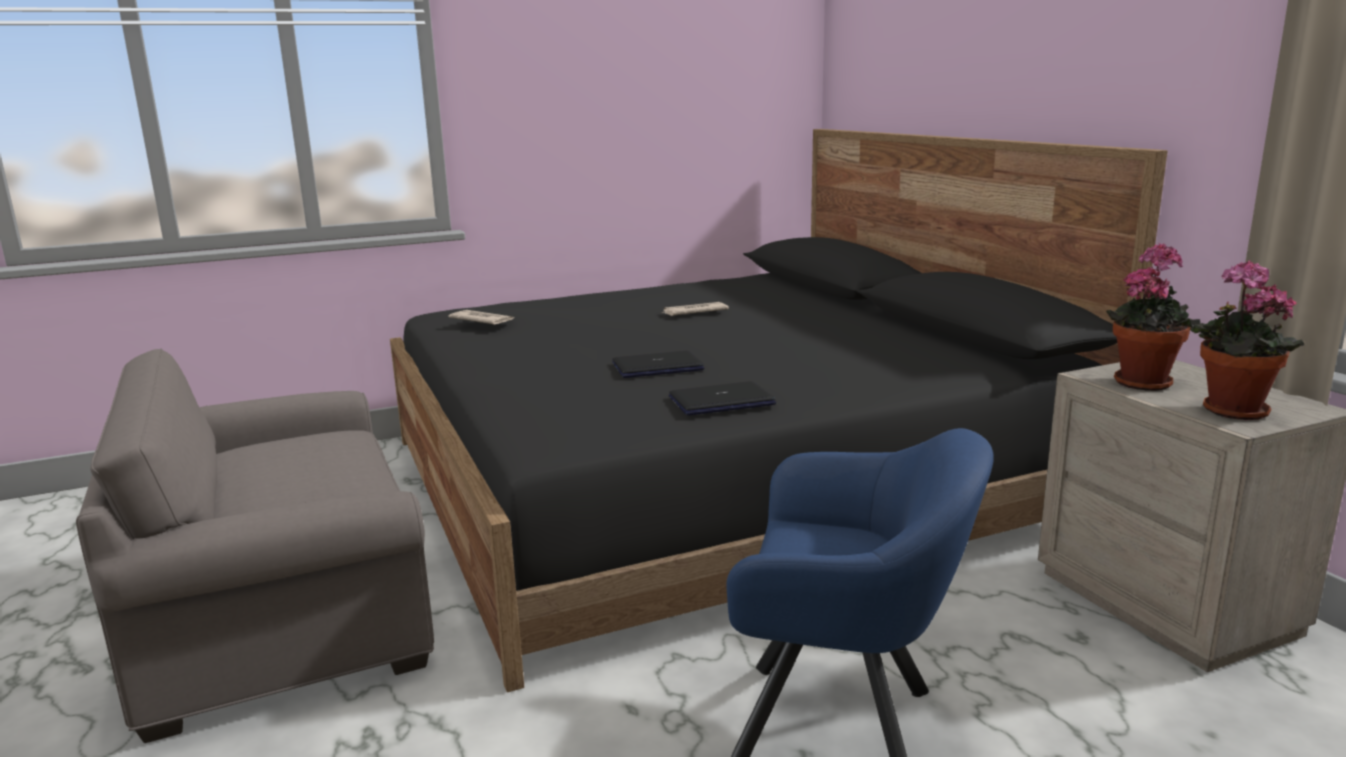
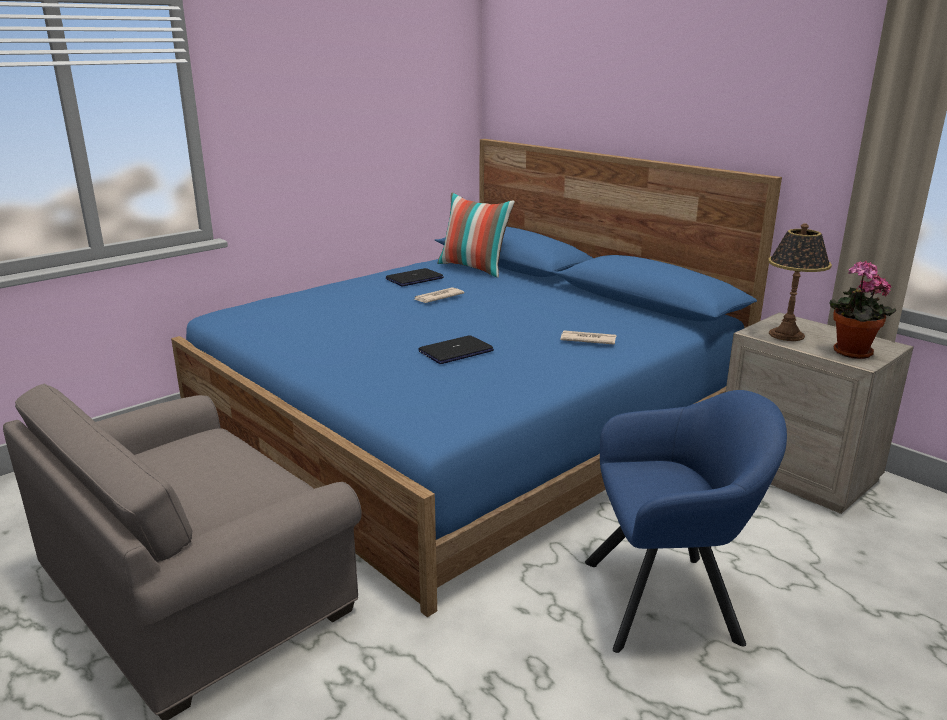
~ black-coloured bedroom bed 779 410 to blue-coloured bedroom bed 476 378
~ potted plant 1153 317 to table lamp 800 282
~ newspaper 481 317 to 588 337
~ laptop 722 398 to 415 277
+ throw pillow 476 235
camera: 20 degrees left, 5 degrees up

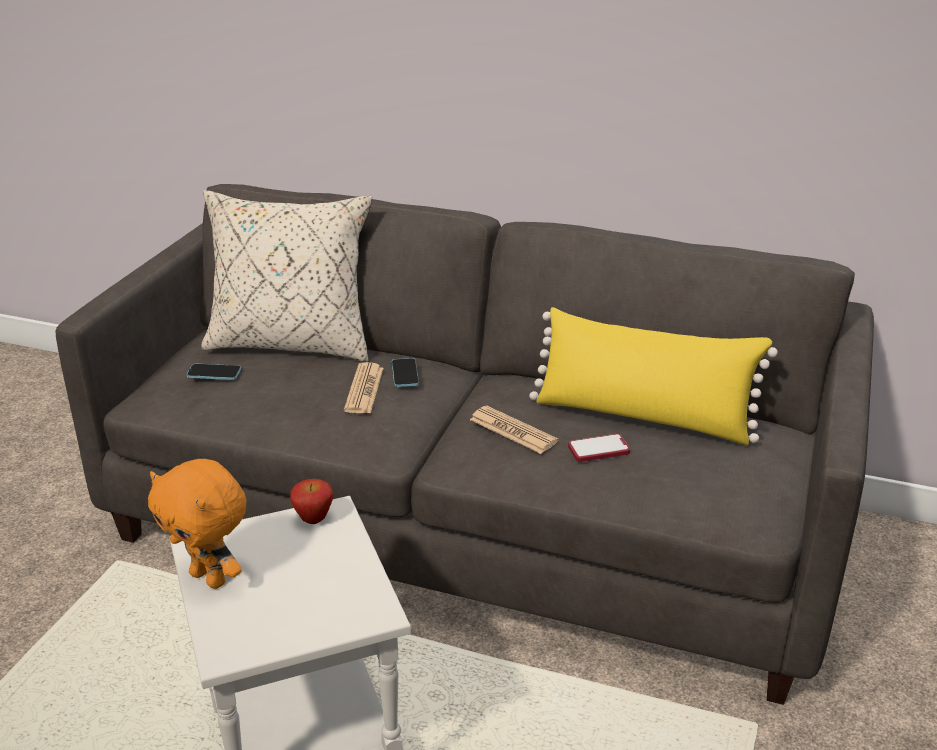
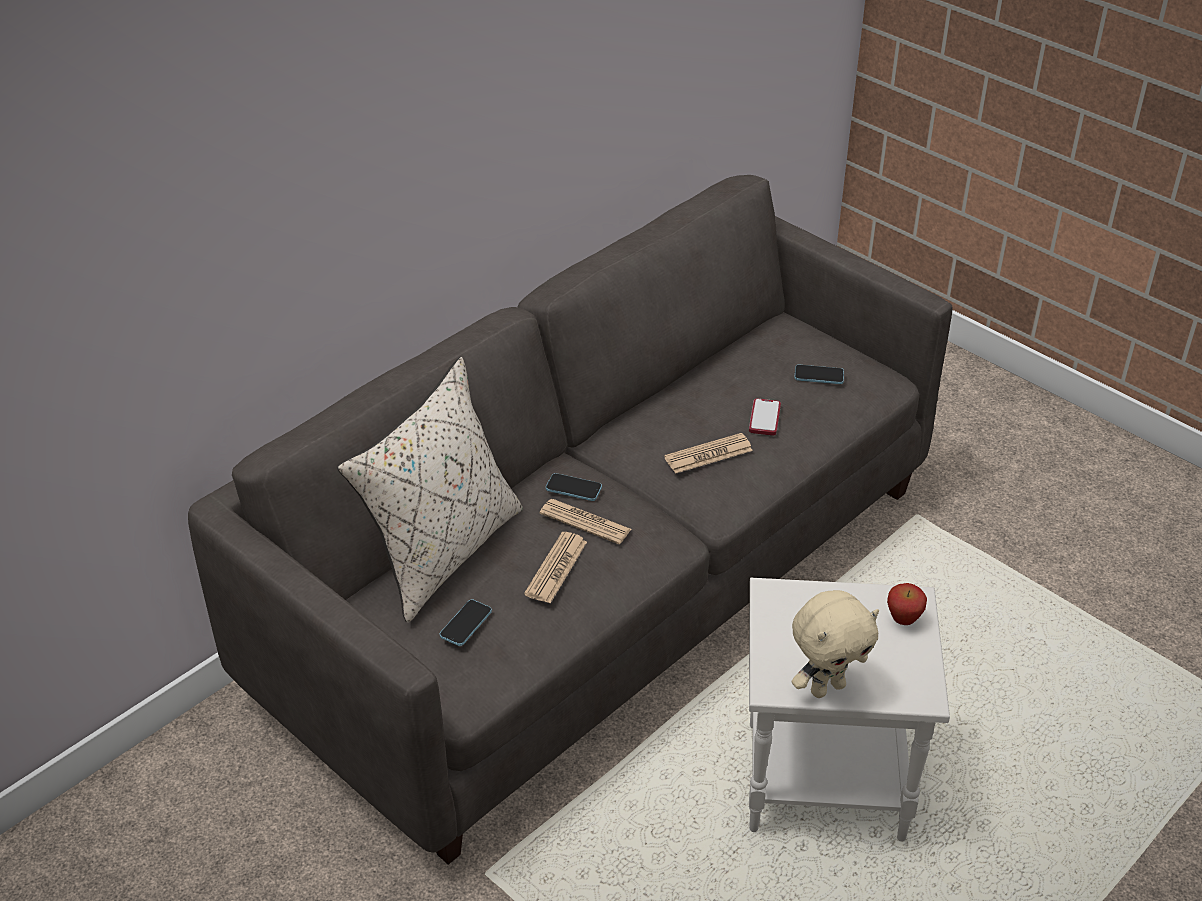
- yellowish throw pillow 653 376
~ orange-coloured cuddly toy 197 524 to sand-coloured cuddly toy 835 644
~ apple 311 501 to 907 604
+ telephone 819 374
+ newspaper 555 568
camera: 65 degrees left, 10 degrees up

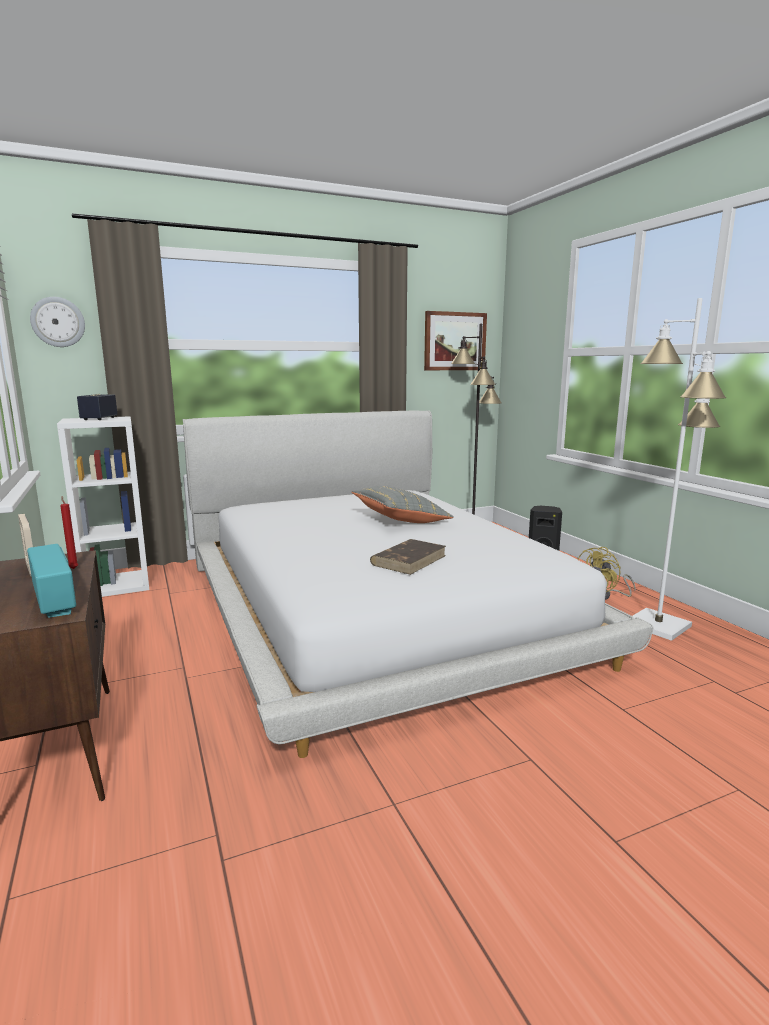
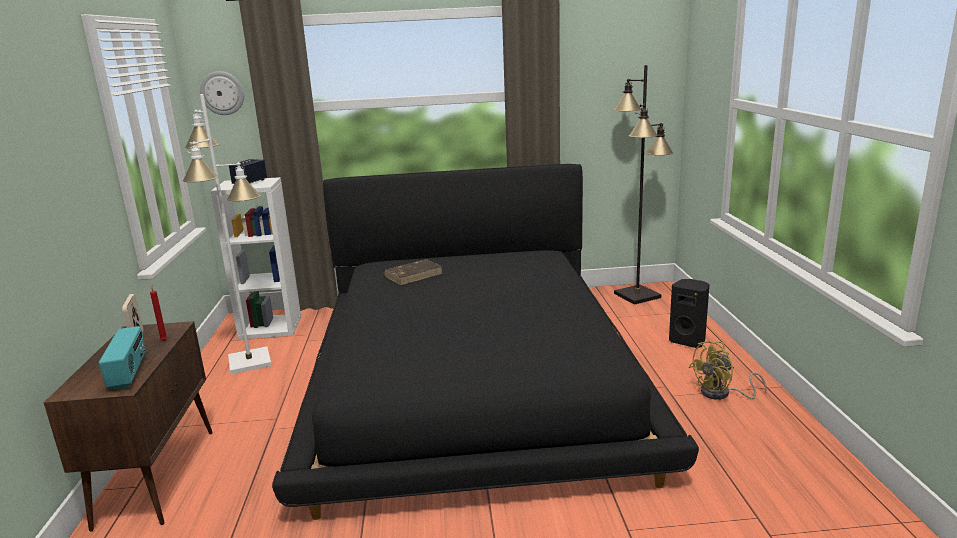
~ white standing lamp 679 469 to 227 234
- wall art 455 340
~ white bedroom bed 418 584 to black-coloured bedroom bed 485 342
- gray throw pillow 403 504
~ brown book 408 557 to 413 272
camera: 20 degrees right, 5 degrees up

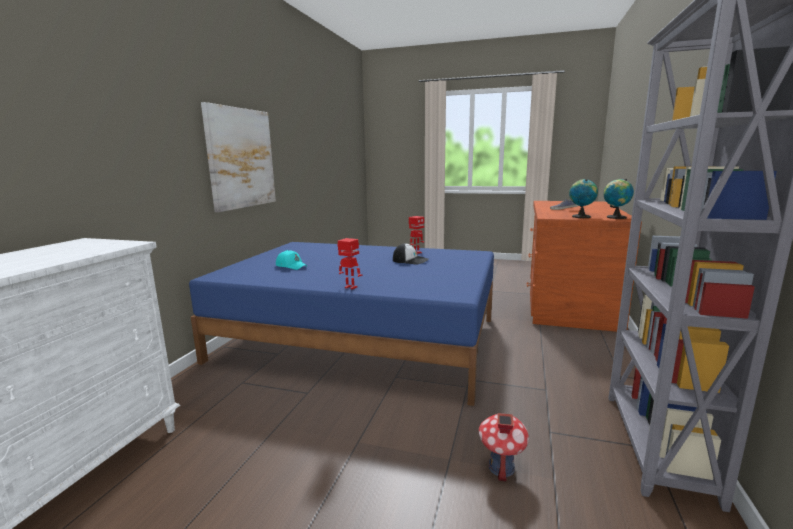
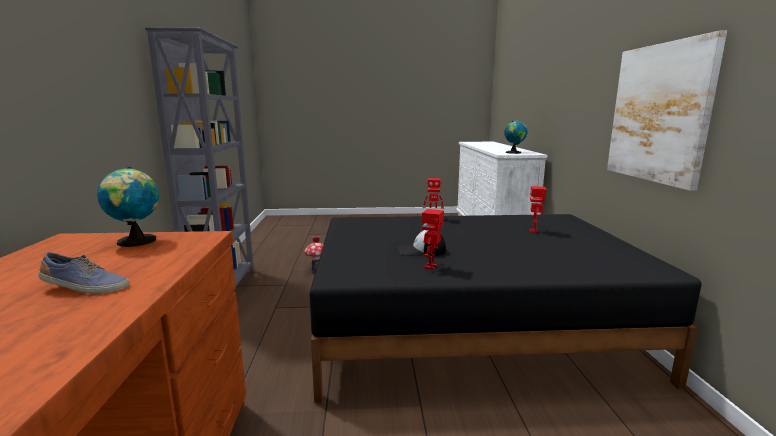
~ world globe 618 199 to 516 137
~ blue-coloured bedroom bed 341 324 to black-coloured bedroom bed 505 309
~ turquoise-coloured peaked cap 291 260 to toy robot 537 209
camera: 160 degrees right, 0 degrees up

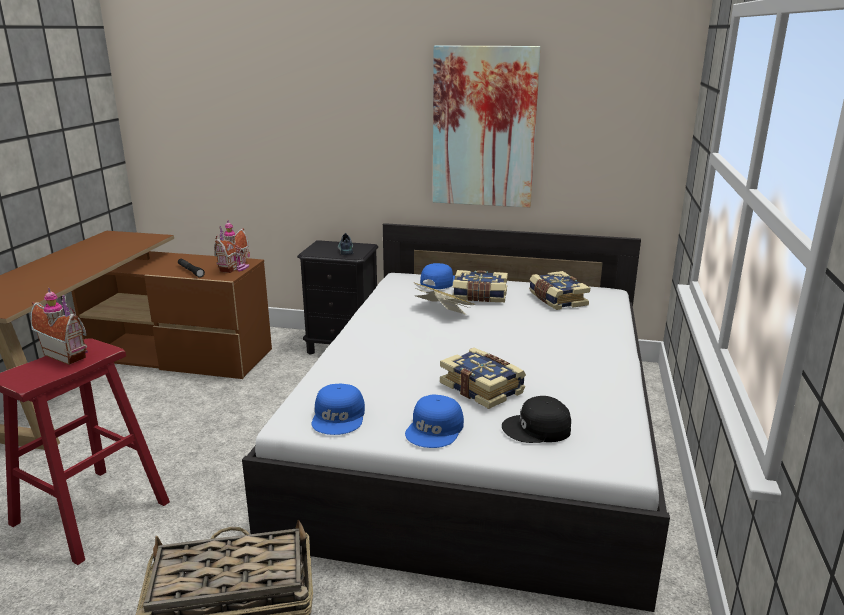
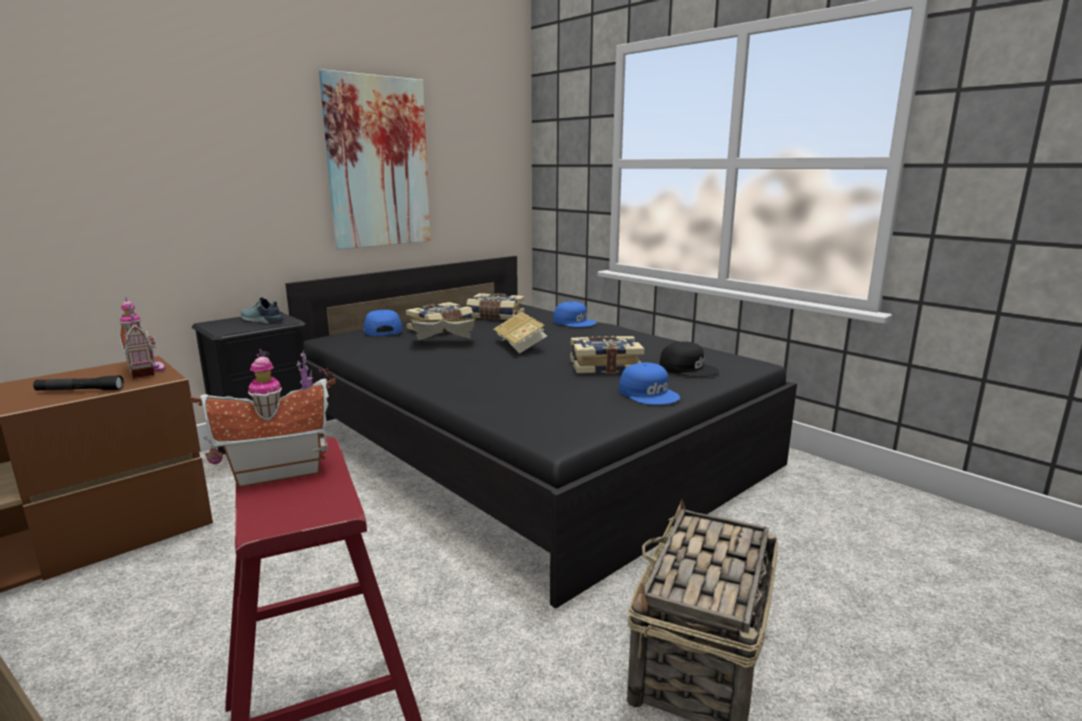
~ white bedroom bed 456 417 to black-coloured bedroom bed 541 432
~ blue-coloured peaked cap 338 409 to 575 314
~ black-coloured peaked cap 536 419 = 689 359 90 degrees counterclockwise
+ book 520 333
camera: 55 degrees left, 5 degrees down

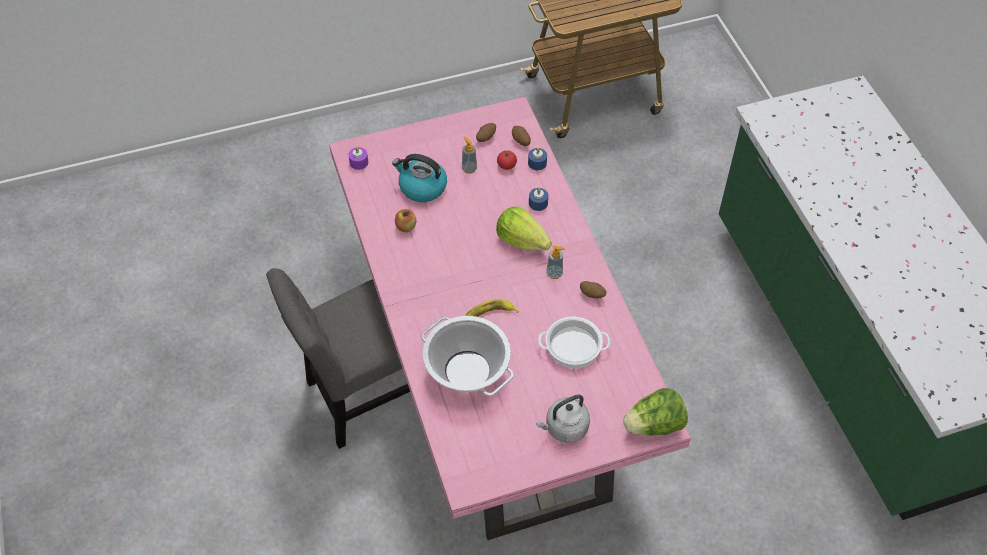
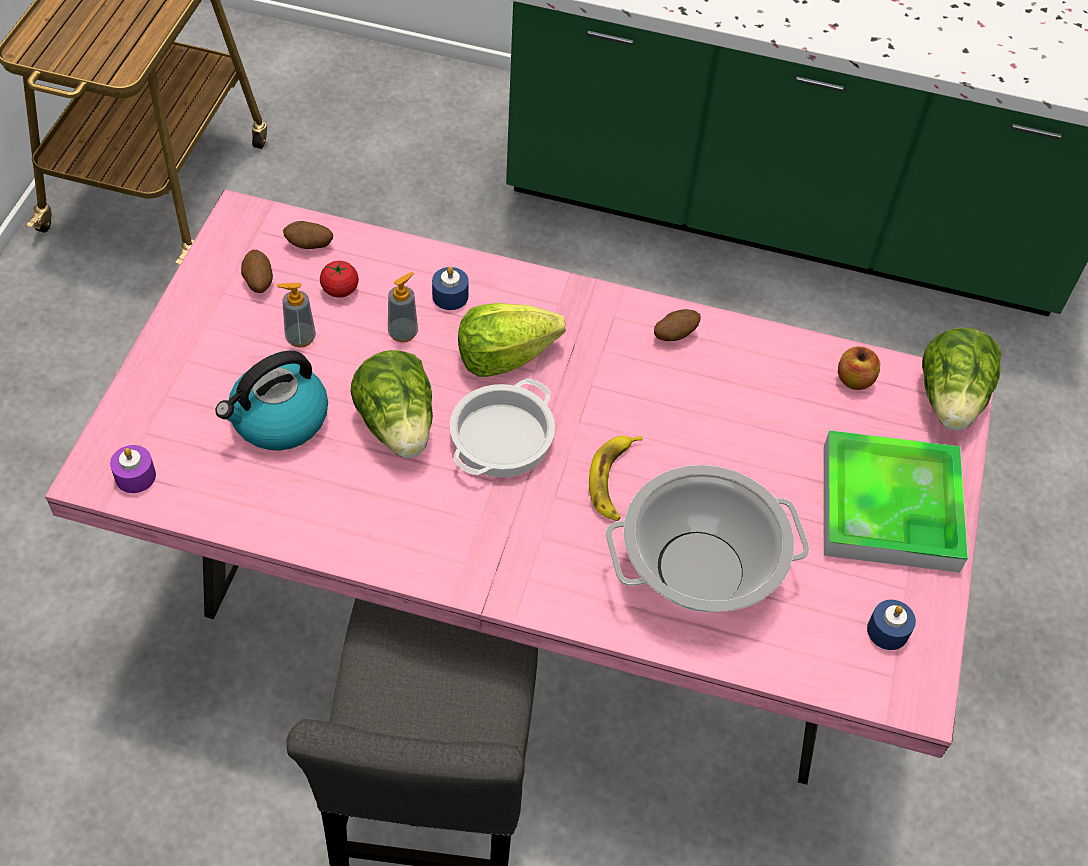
~ blue-coloured candle 537 159 to 891 625
~ apple 405 220 to 859 368
~ soap bottle 555 262 to 403 307
~ stockpot 574 342 to 502 428
~ gray kettle 563 418 to serving tray 896 501
+ head of lettuce 392 404
camera: 60 degrees left, 0 degrees up

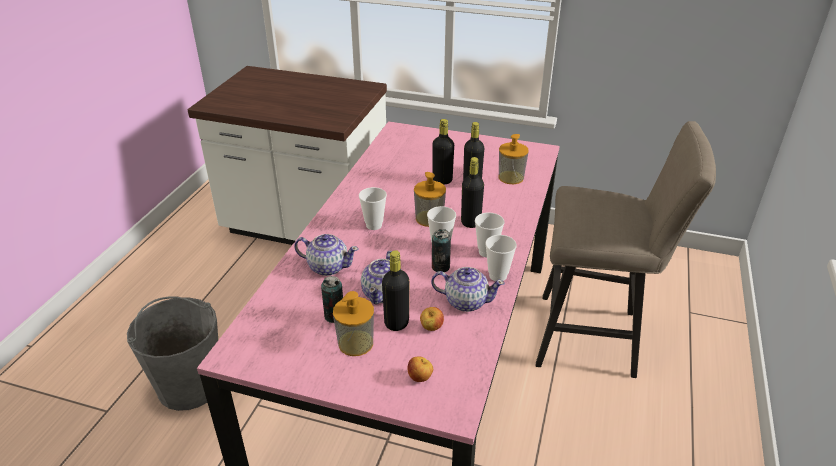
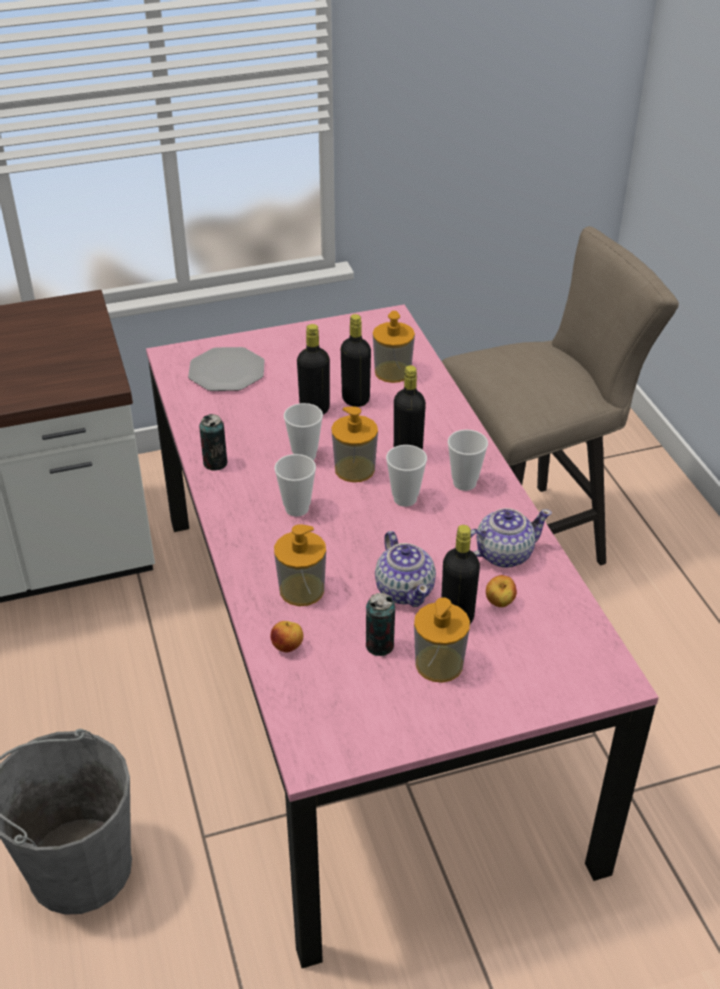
~ can 441 250 to 213 442
~ tea pot 326 255 to soap bottle 300 565
~ drinking cup 501 258 to 303 431
~ apple 420 369 to 286 637
+ dinner plate 226 369
camera: 35 degrees left, 5 degrees up

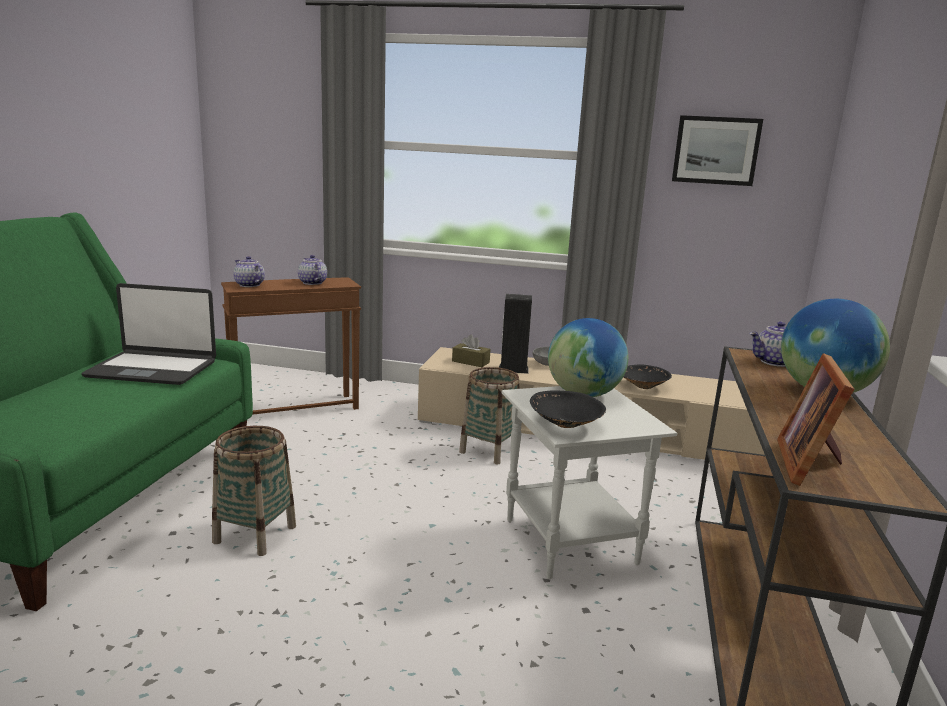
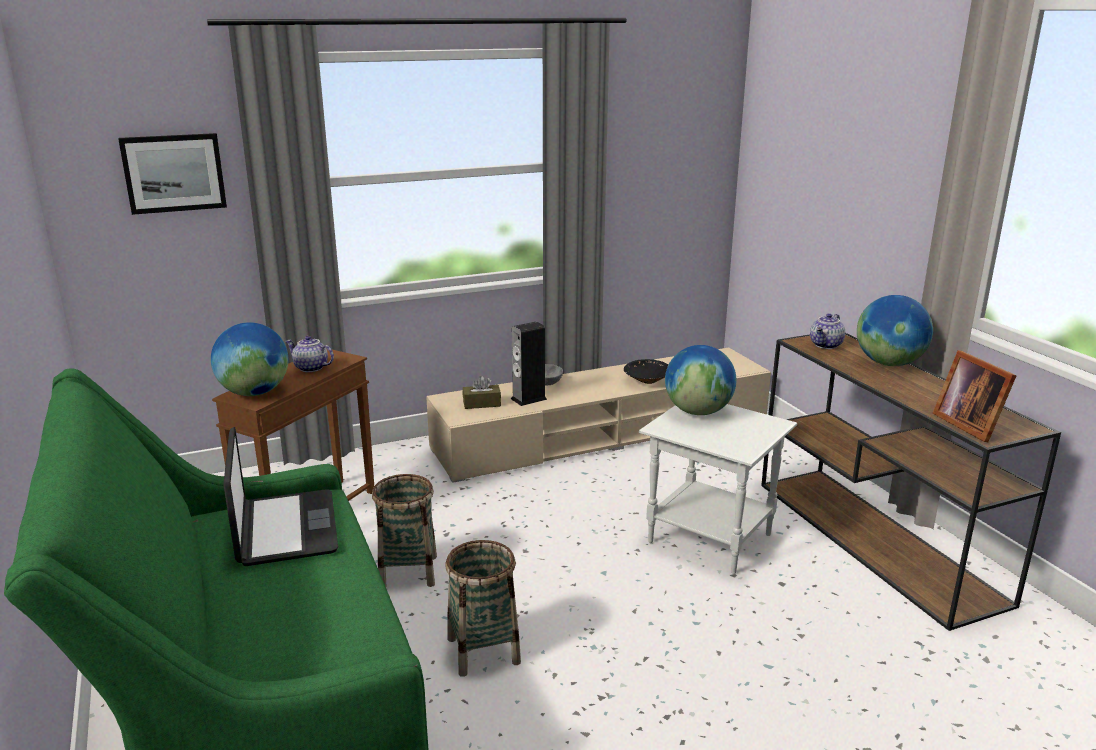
~ wall art 717 150 to 172 174
~ tea pot 249 271 to world globe 249 359
~ laptop 148 334 = 280 496 75 degrees counterclockwise
~ storage basket 489 415 to 404 530
- black-coloured serving bowl 568 409
camera: 35 degrees left, 5 degrees up

